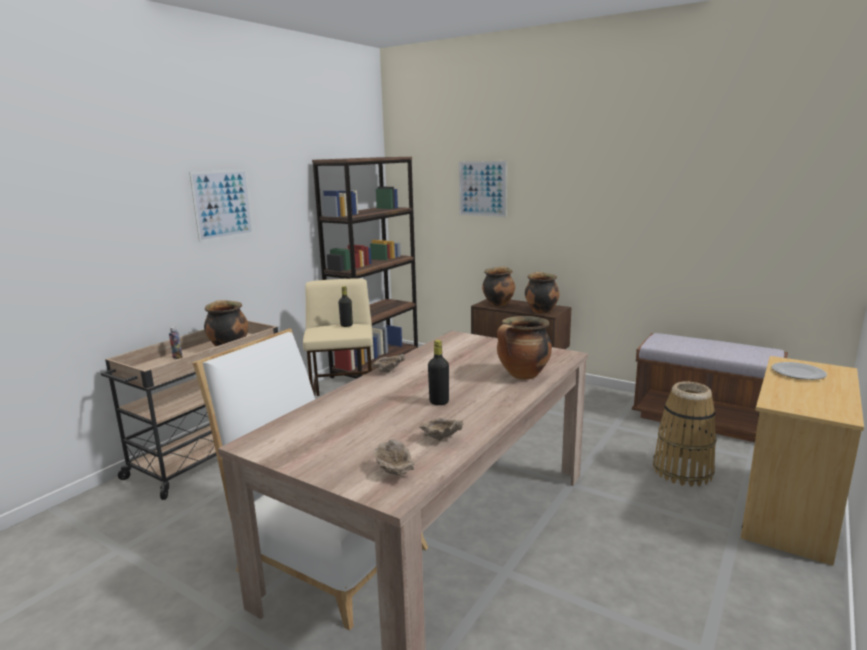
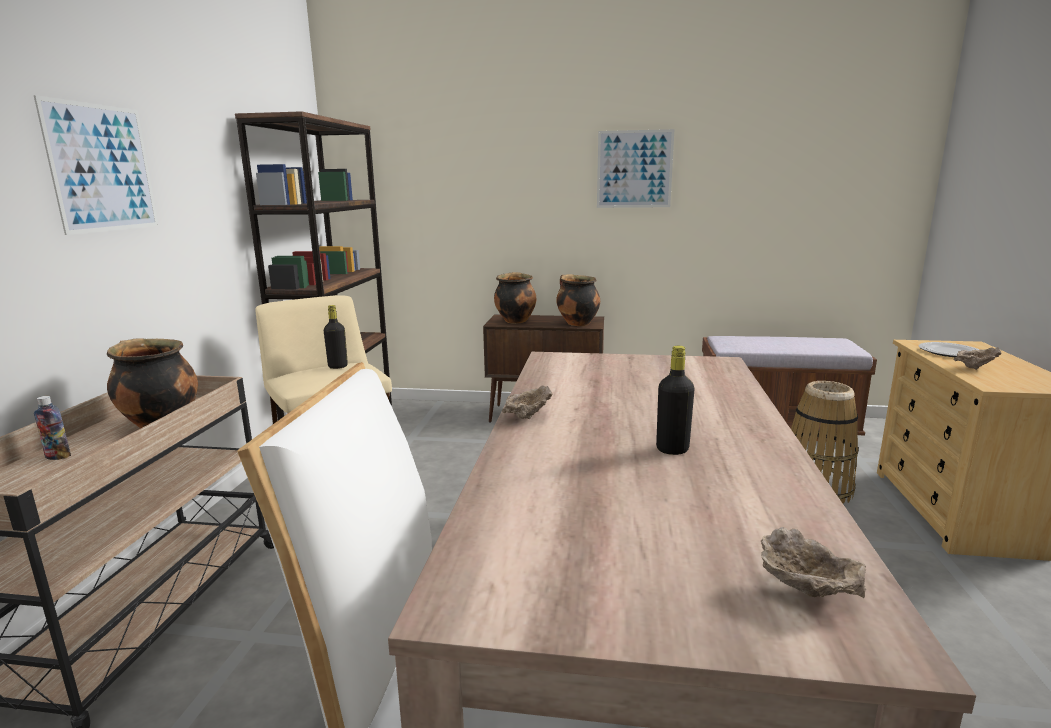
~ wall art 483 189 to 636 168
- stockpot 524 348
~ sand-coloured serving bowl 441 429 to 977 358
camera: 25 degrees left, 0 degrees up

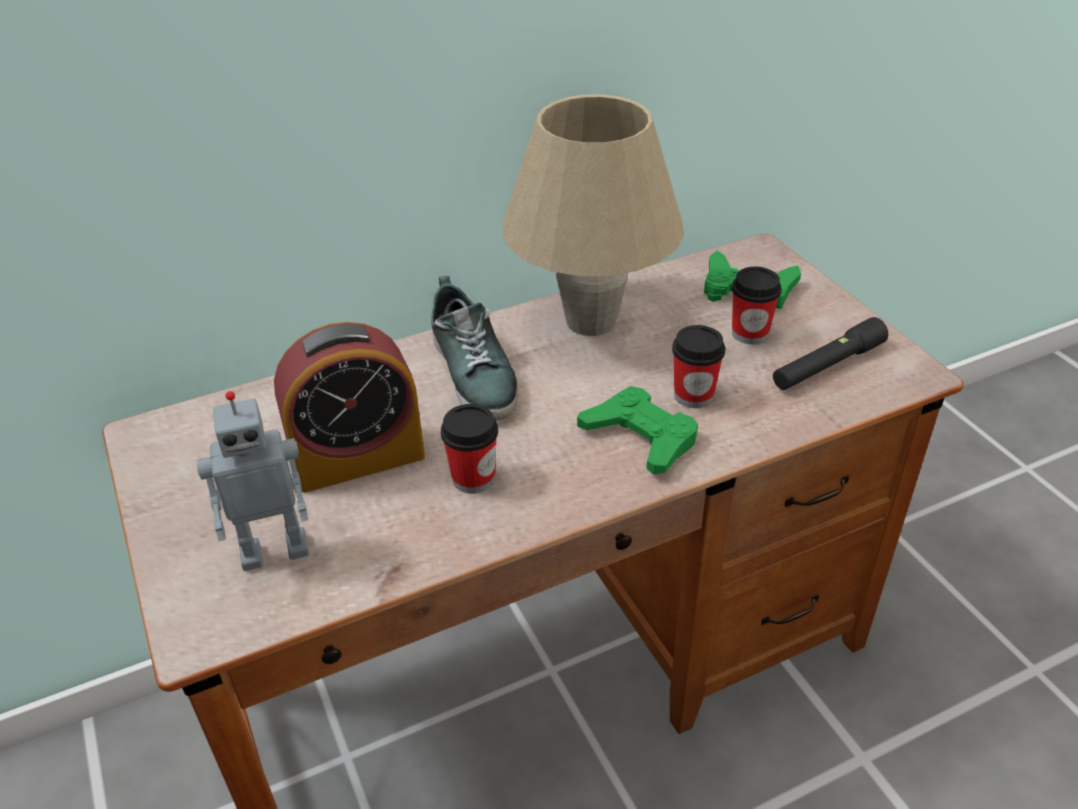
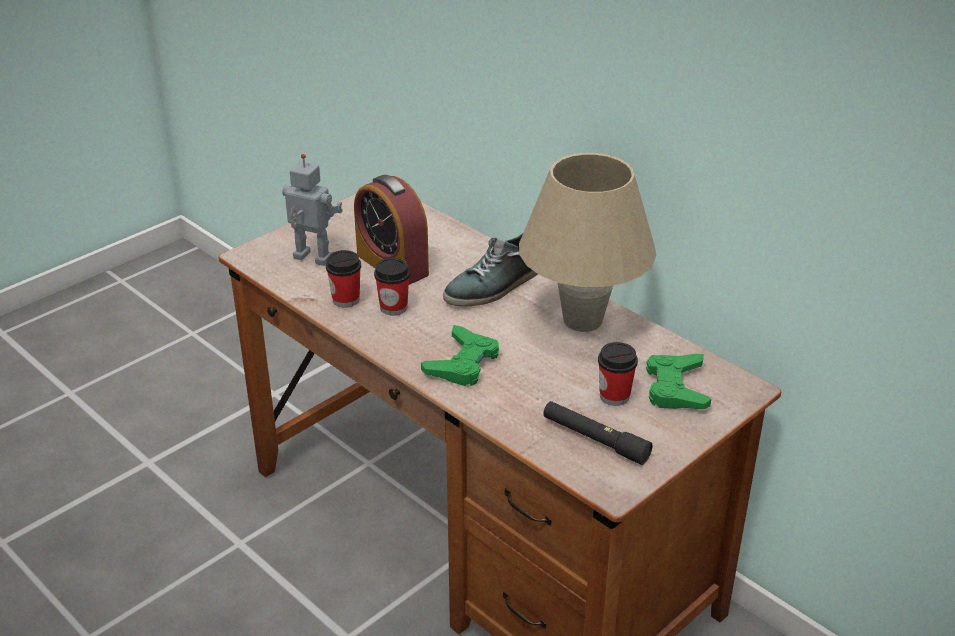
~ drinking cup 698 366 to 343 279
~ toy robot 253 481 = 312 210 150 degrees clockwise
camera: 70 degrees right, 5 degrees down

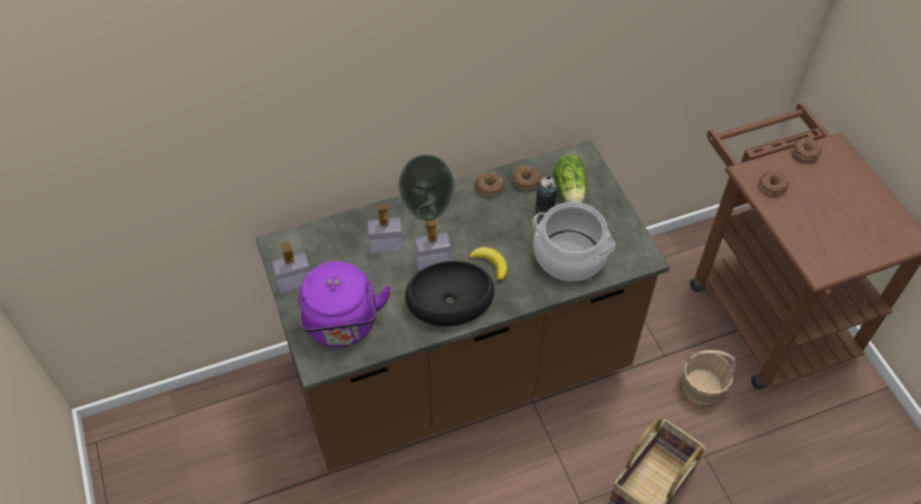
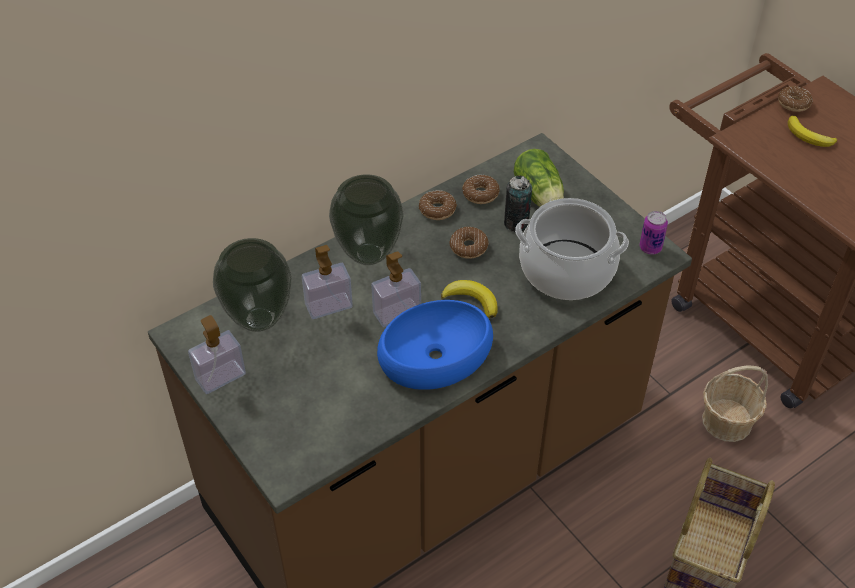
~ ring doughnut 774 183 to 469 243
- purplish kettle 344 304
~ black-coloured serving bowl 450 293 to blue-coloured serving bowl 435 345
+ whole banana 812 131
+ can 653 233
+ flower vase 252 285
camera: 15 degrees left, 5 degrees down

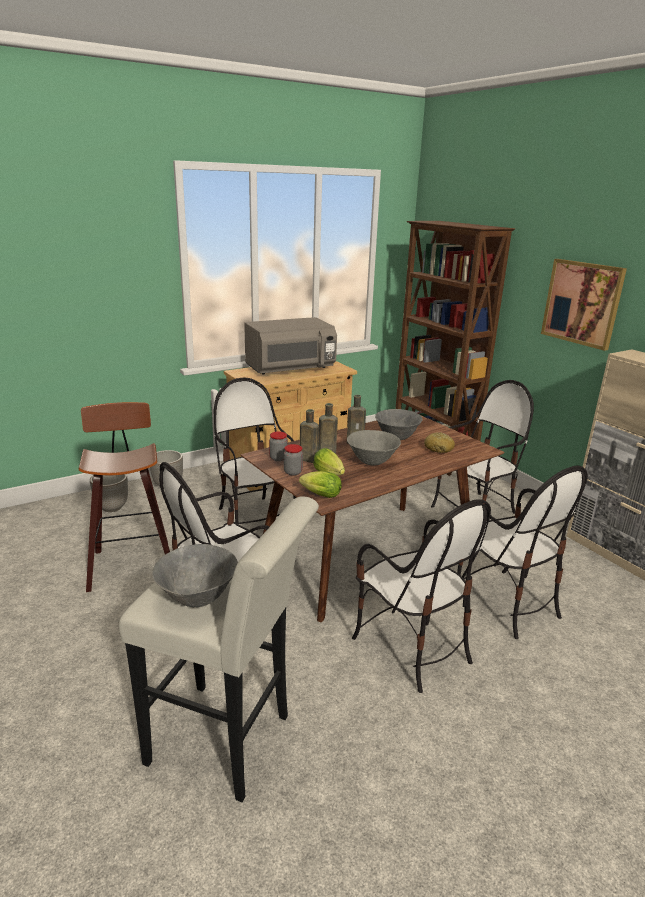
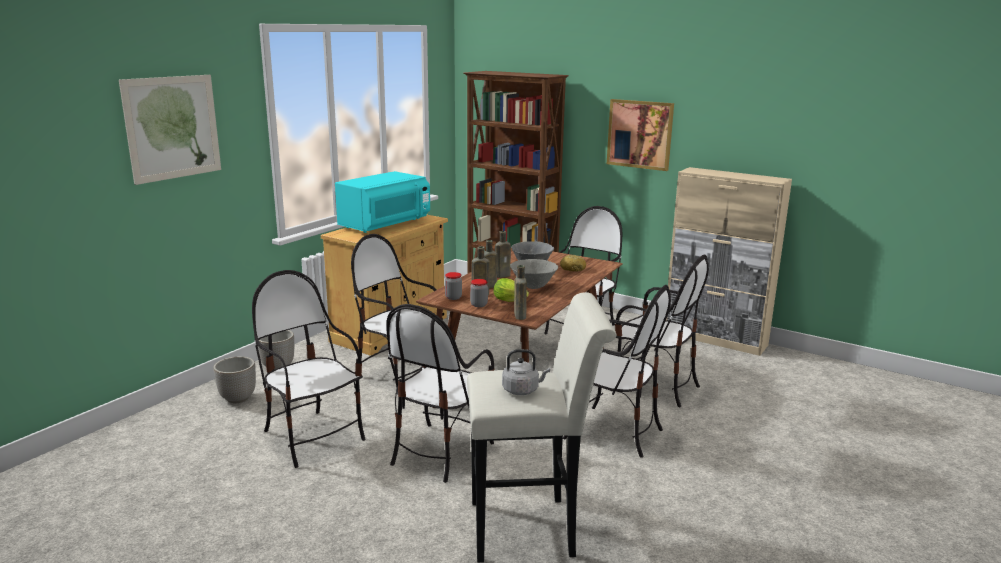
~ gray kitchen microwave 290 346 to turquoise-coloured kitchen microwave 382 202
~ sitting stool 124 497 to chair 308 369
~ head of lettuce 320 484 to brown drink bottle 520 292
~ gray serving bowl 195 575 to gray kettle 526 372
+ wall art 170 130
camera: 25 degrees left, 5 degrees down

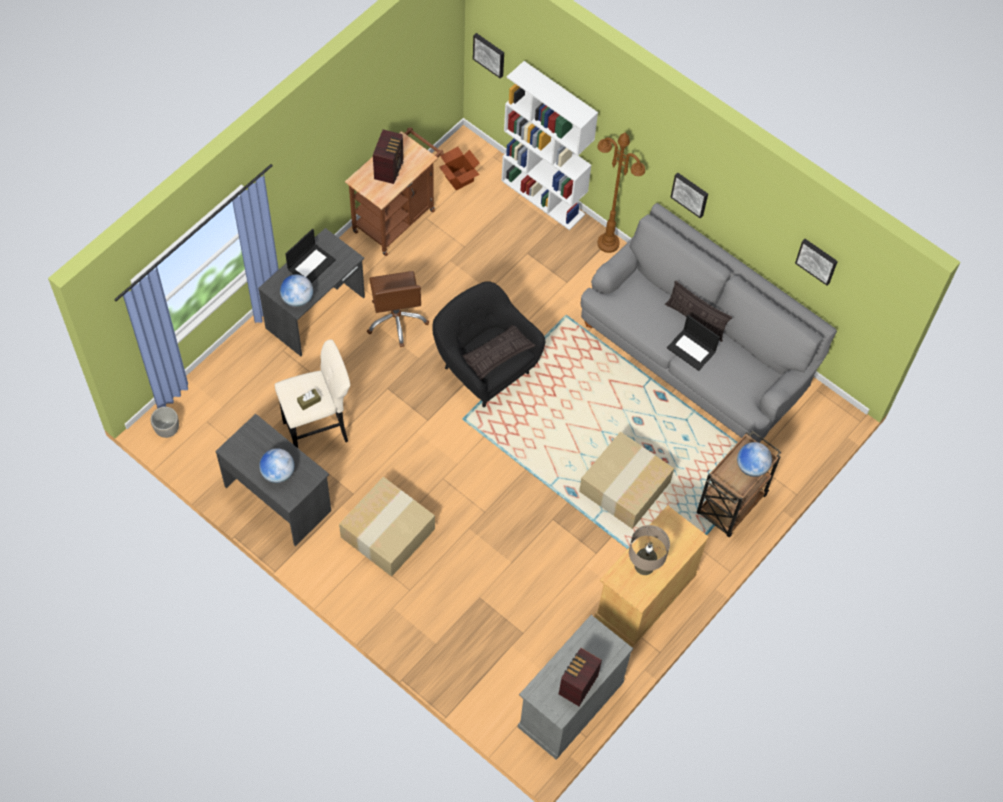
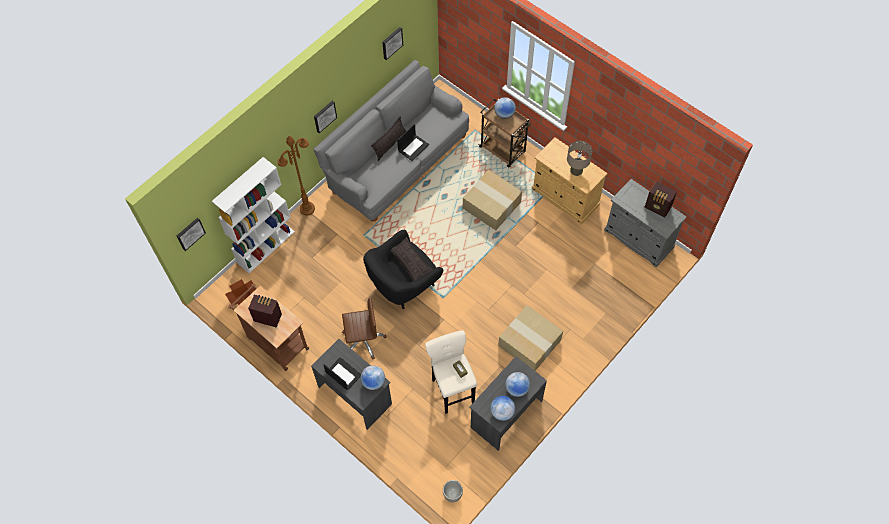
+ world globe 503 408
camera: 85 degrees left, 0 degrees up

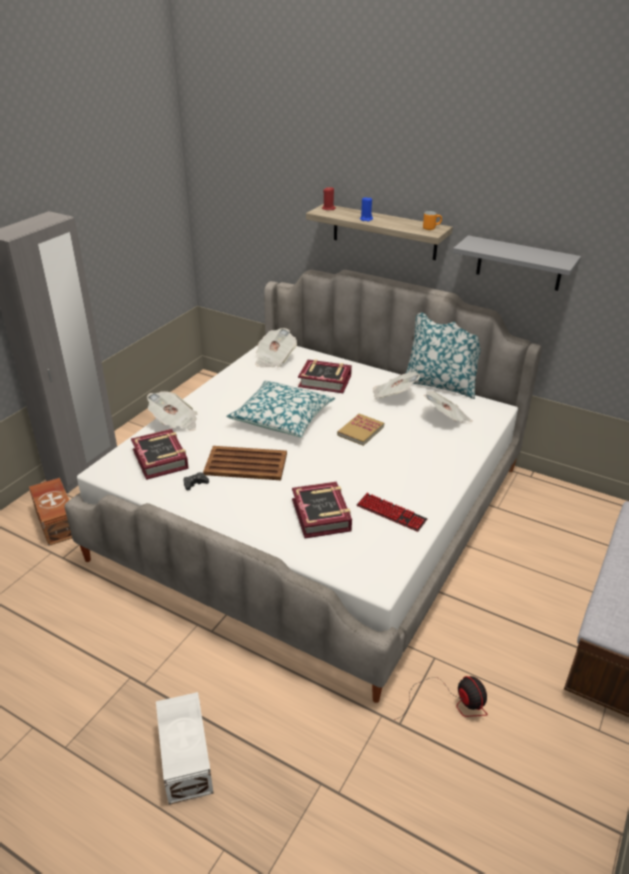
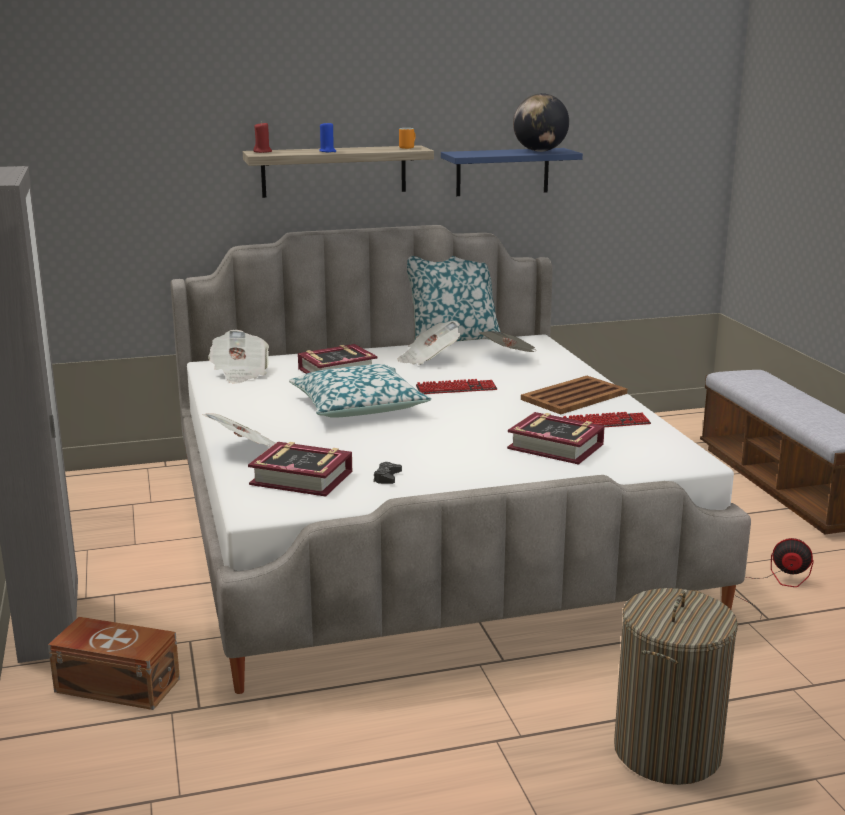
~ gray shelf 517 263 to blue-coloured shelf 512 172
~ book 360 430 to PC keyboard 456 386
~ brown serving tray 245 463 to 574 395
~ white storage container 185 748 to washing basket 676 686
+ world globe 541 122
camera: 45 degrees left, 15 degrees down

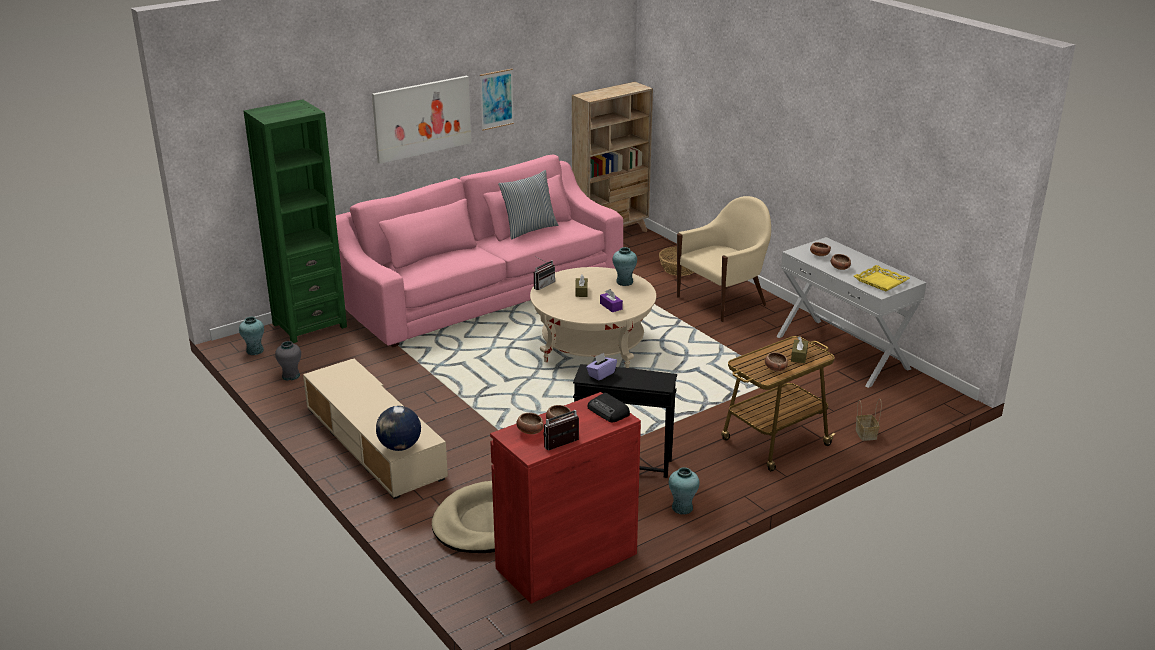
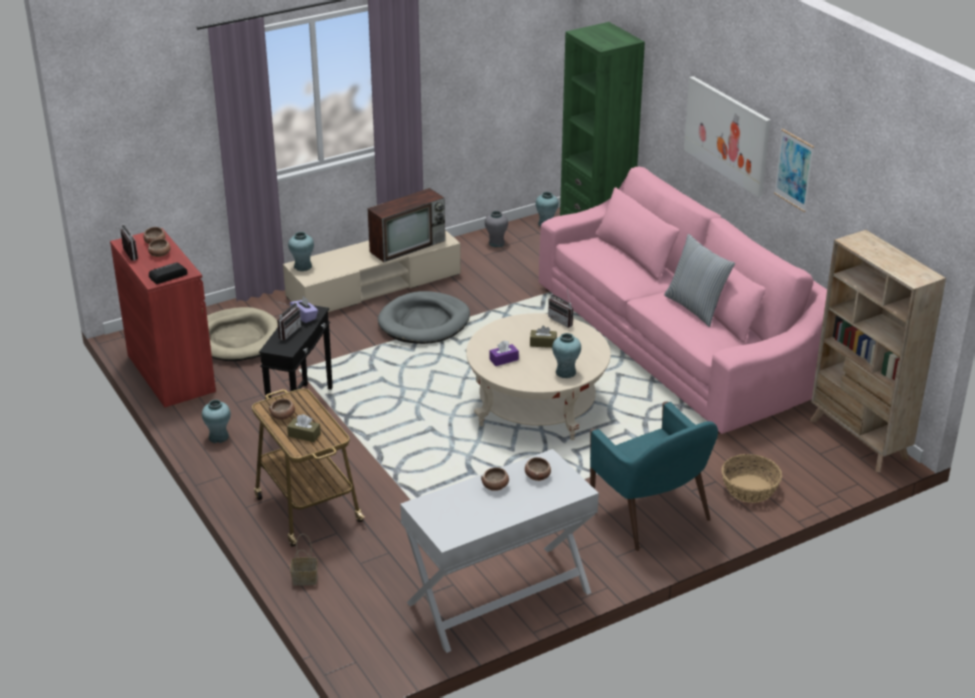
~ sand-coloured lounge chair 724 259 to turquoise-coloured lounge chair 654 476
- yellowish serving tray 882 278
~ world globe 398 428 to turquoise-coloured flower vase 301 251
+ TV 406 225
+ gray dog bed 424 317
+ radio 288 320
camera: 95 degrees right, 5 degrees up

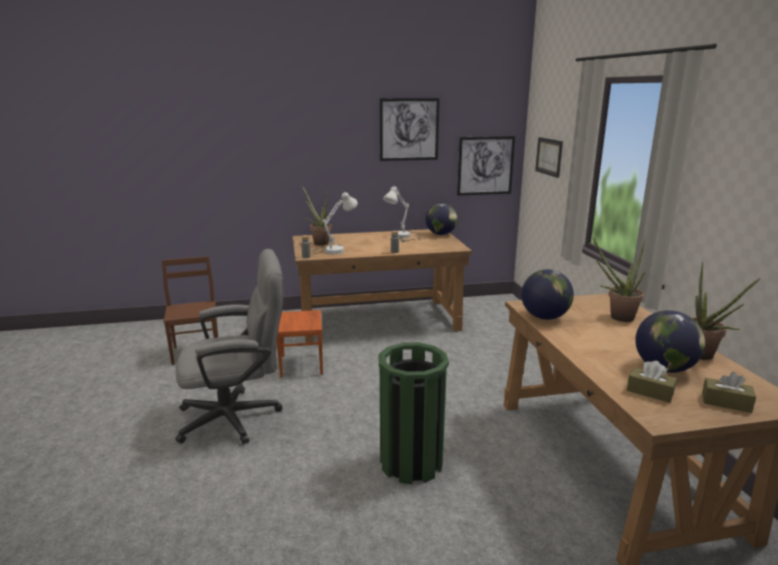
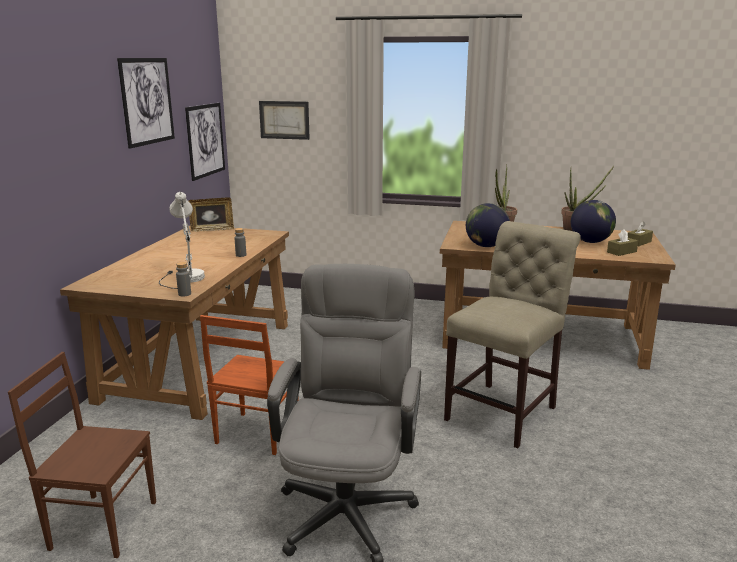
- potted plant 316 215
- white table lamp 402 213
~ world globe 442 219 to photo frame 211 214
~ green-coloured rubbish bin 413 413 to sand-coloured chair 512 334
camera: 65 degrees left, 0 degrees up

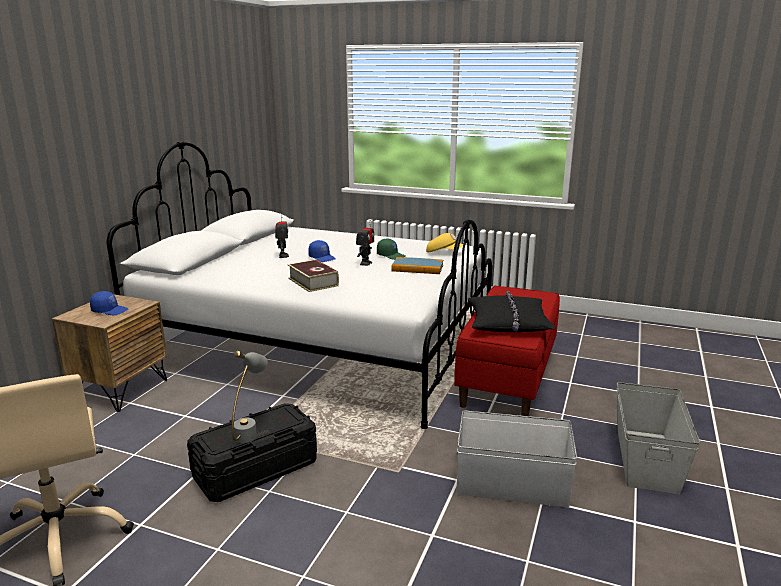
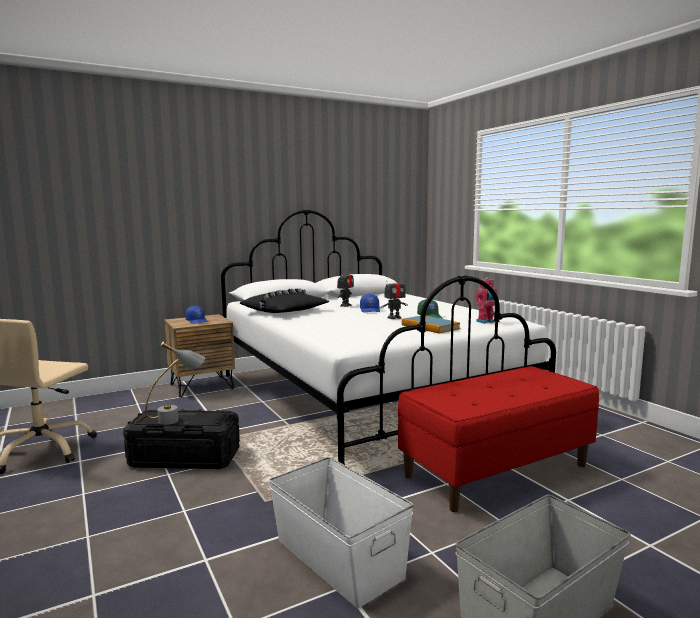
~ yellowish peaked cap 444 242 to toy robot 486 300
- book 313 275
~ black-coloured throw pillow 512 311 to 284 300
camera: 40 degrees right, 10 degrees down

